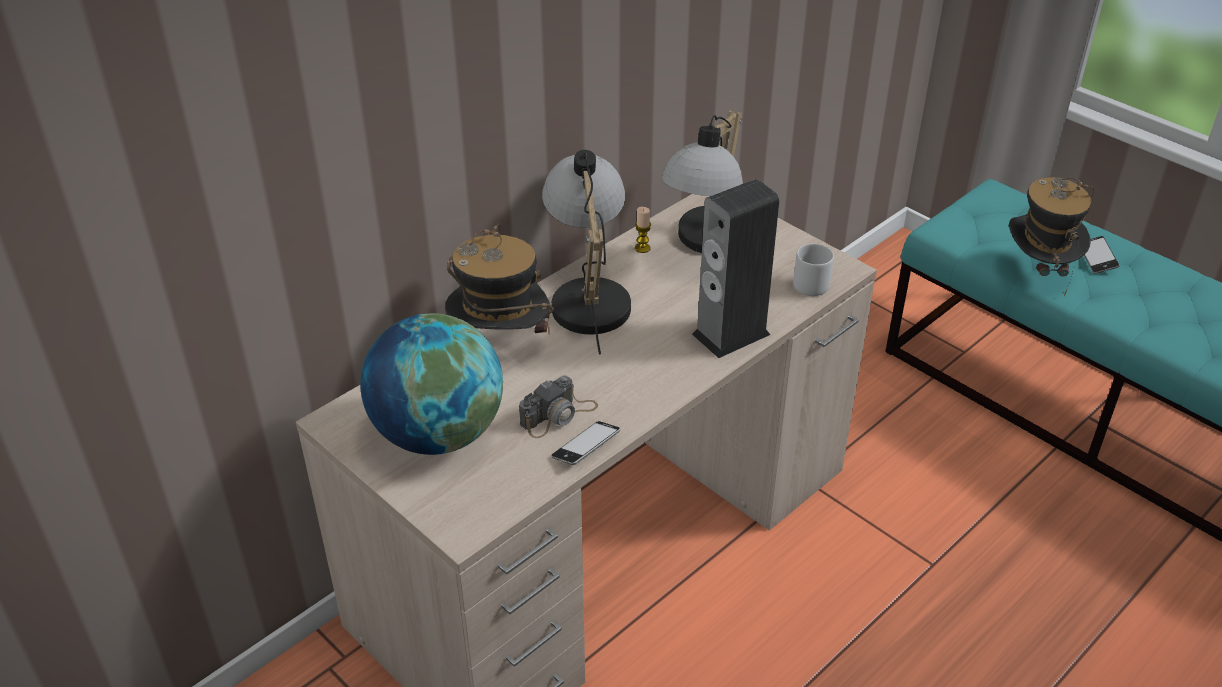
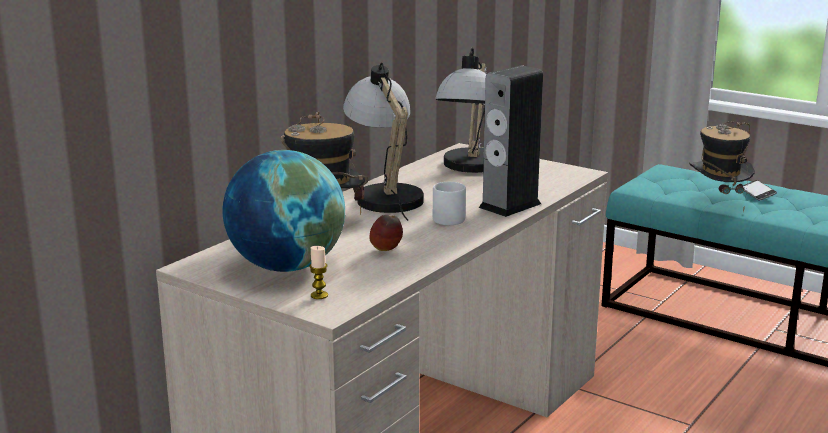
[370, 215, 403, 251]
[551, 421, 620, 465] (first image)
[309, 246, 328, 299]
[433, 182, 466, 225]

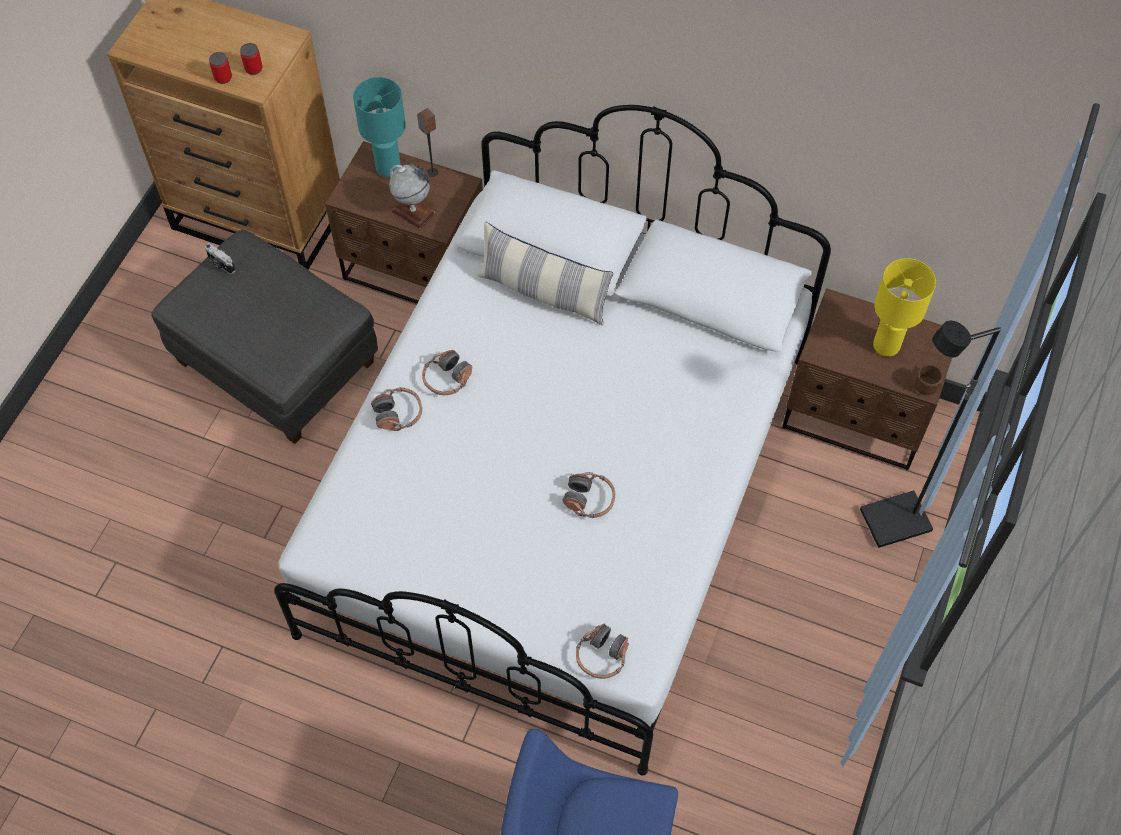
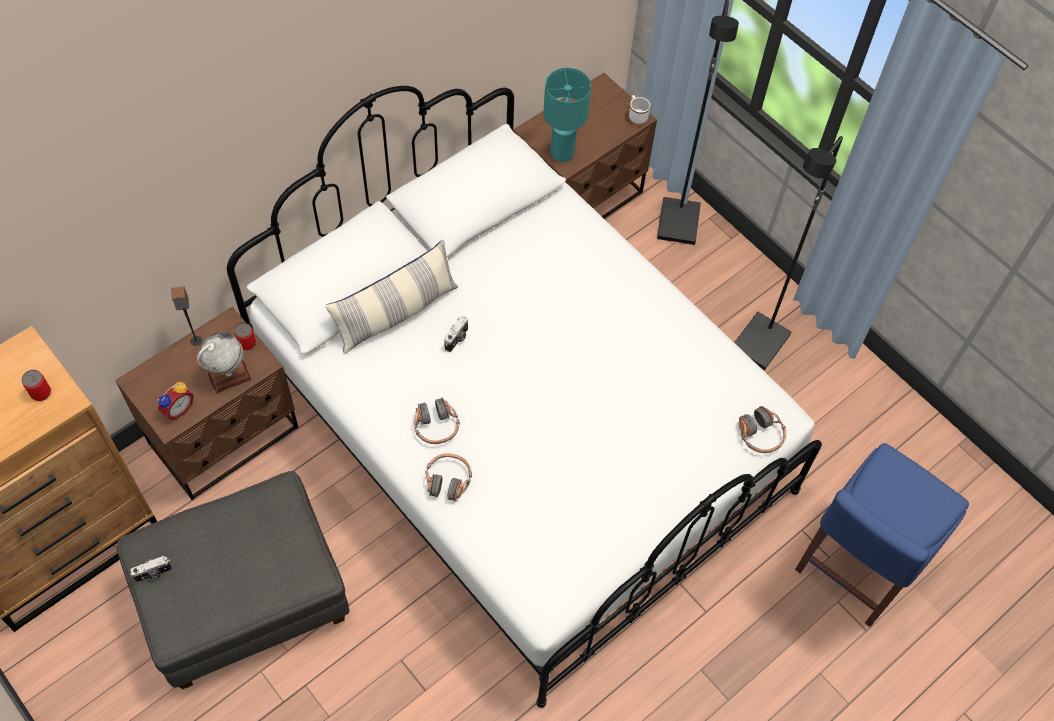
[235, 323, 256, 350]
[543, 68, 591, 162]
[562, 472, 615, 518] (first image)
[873, 258, 936, 357] (first image)
[629, 95, 650, 124]
[158, 382, 194, 420]
[444, 316, 468, 352]
[734, 136, 843, 370]

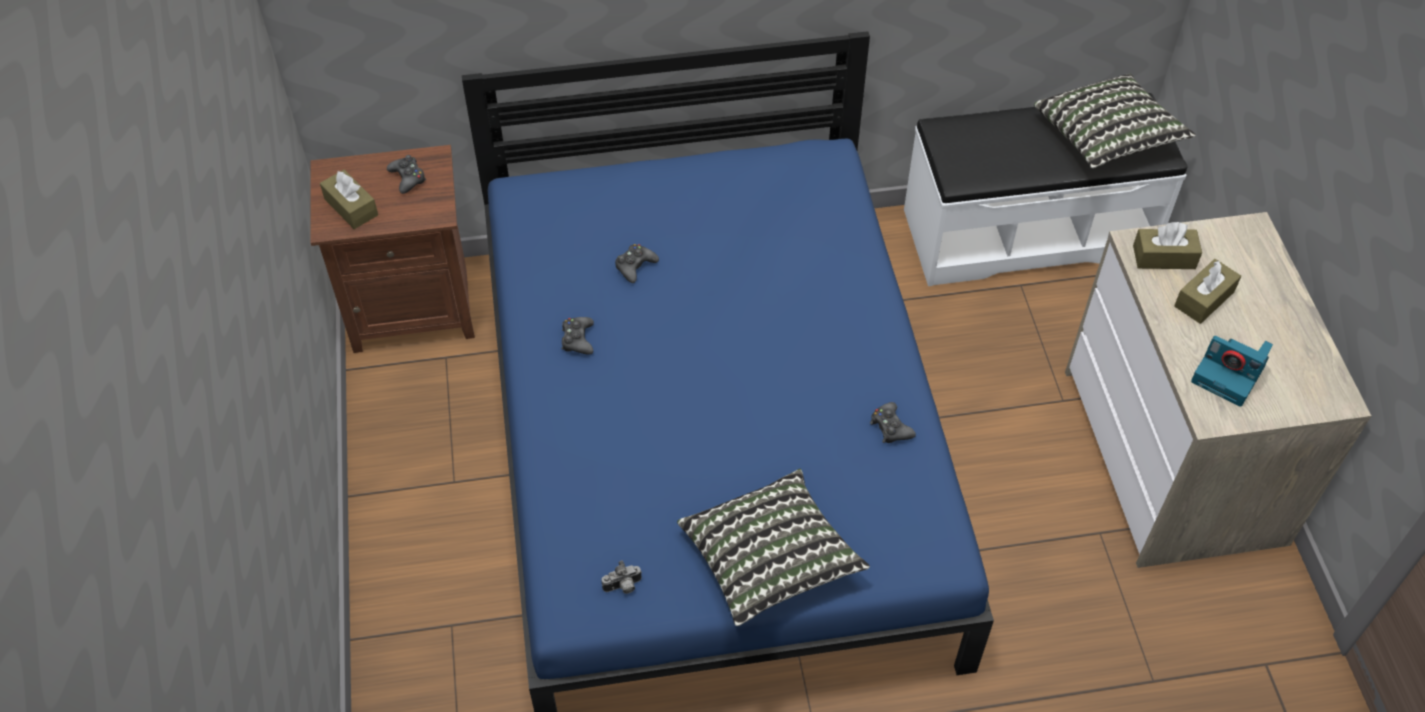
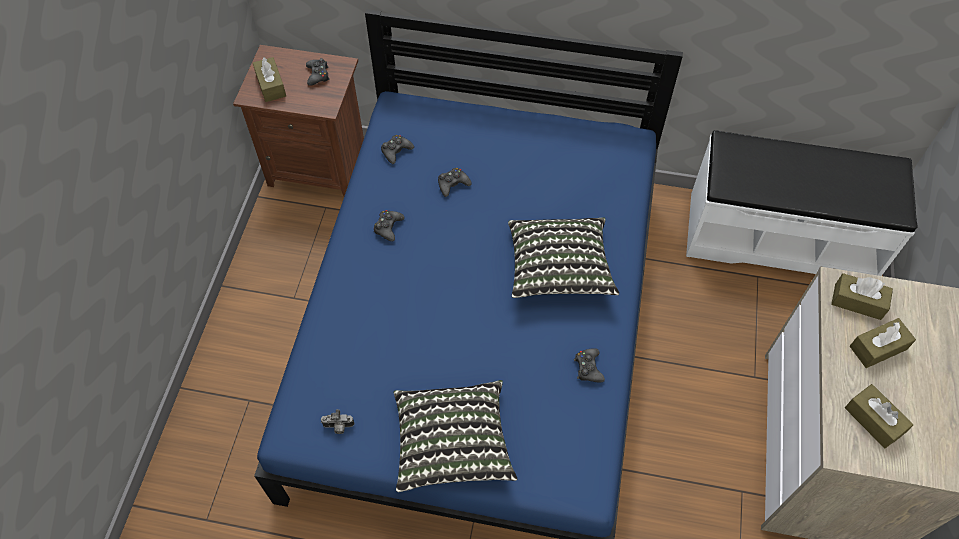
[508, 217, 619, 298]
[845, 384, 913, 449]
[381, 135, 414, 164]

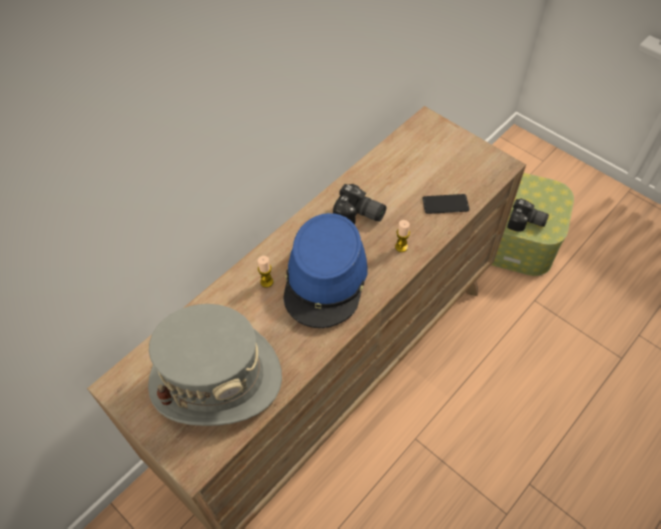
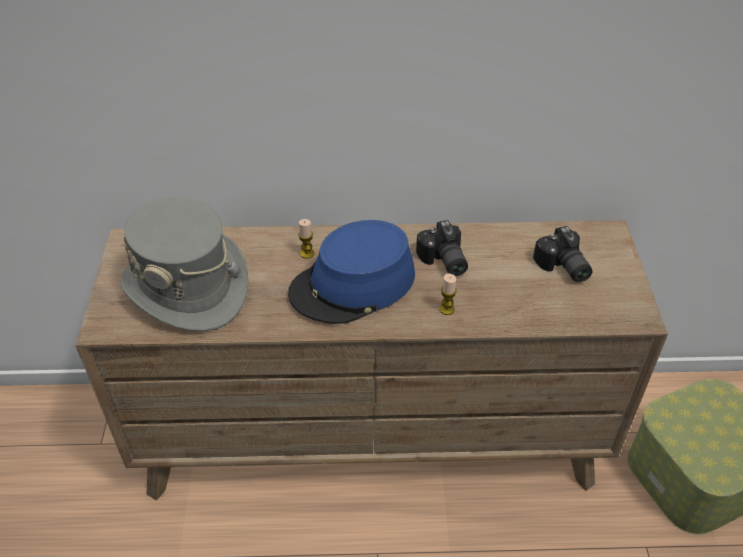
[422, 194, 469, 214] (first image)
[533, 226, 592, 282]

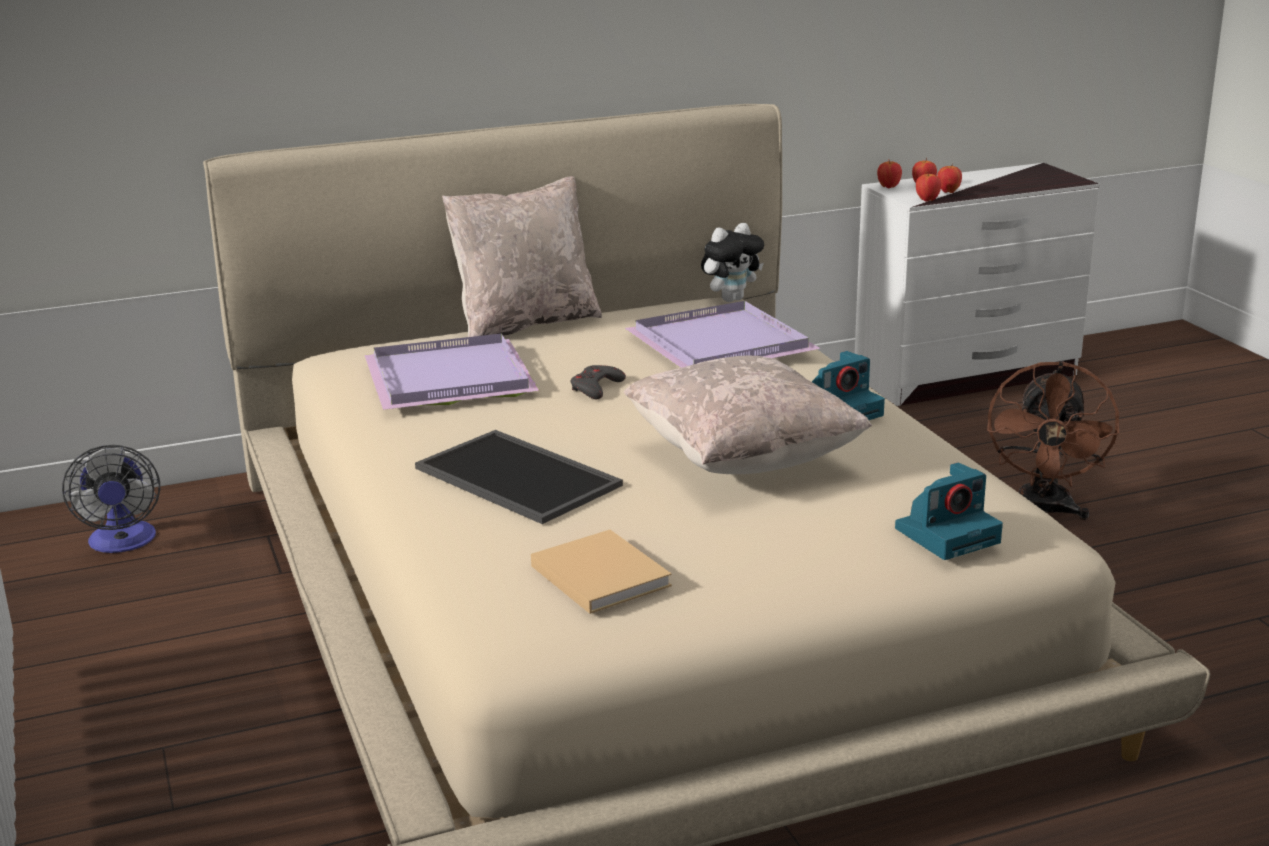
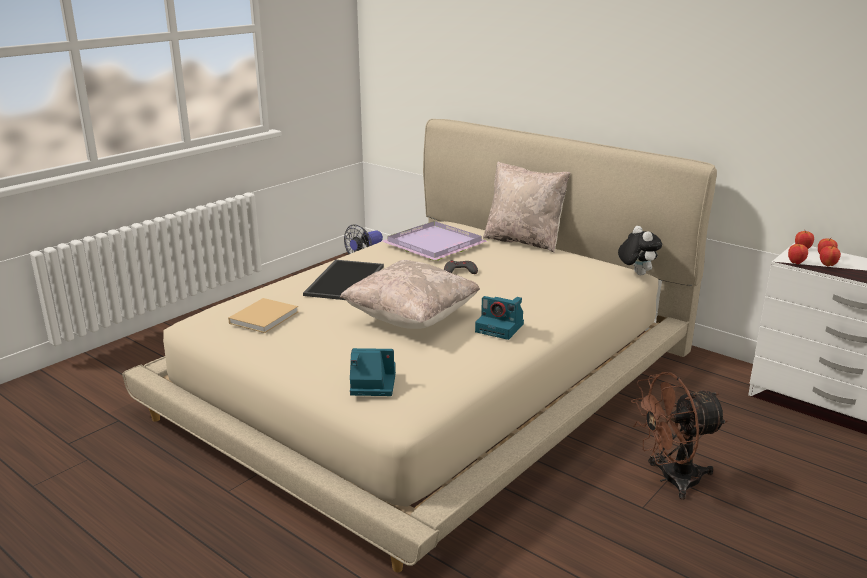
[624, 301, 821, 368] (first image)
[618, 226, 662, 275]
[350, 348, 396, 396]

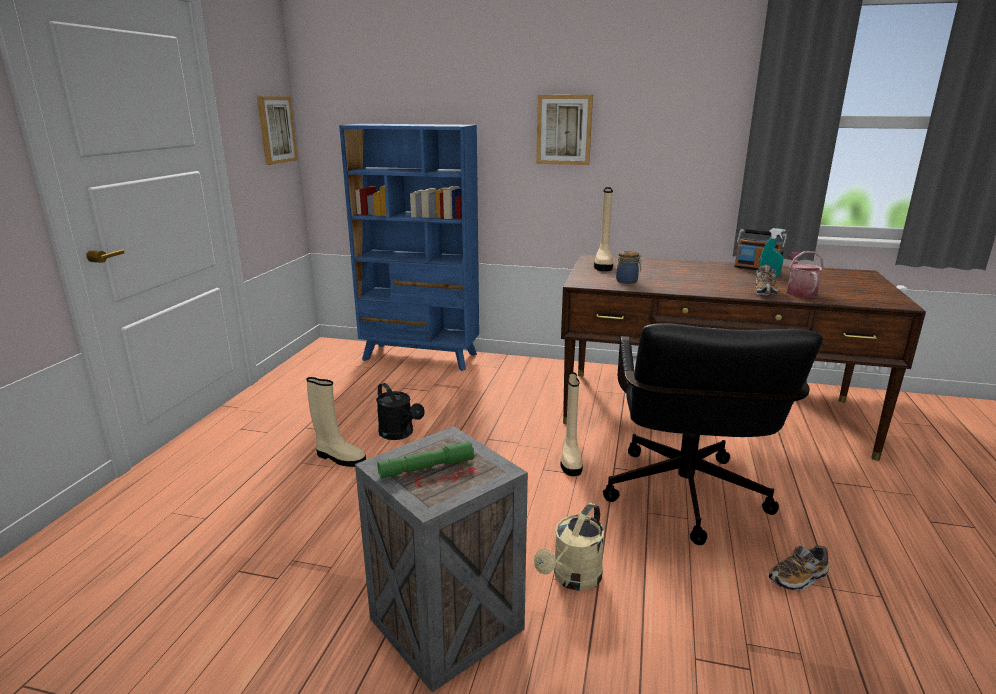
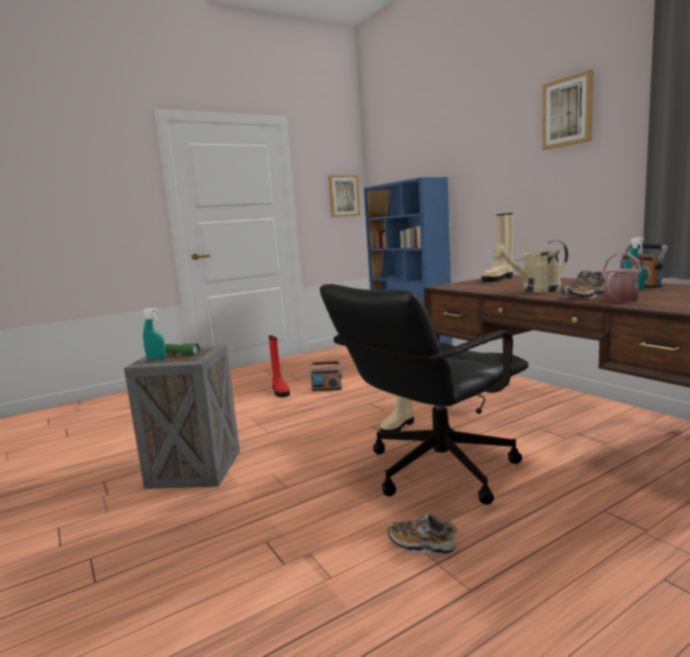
[269, 335, 290, 397]
[309, 361, 342, 391]
[493, 241, 568, 293]
[542, 69, 594, 150]
[616, 251, 642, 284] (first image)
[142, 308, 166, 359]

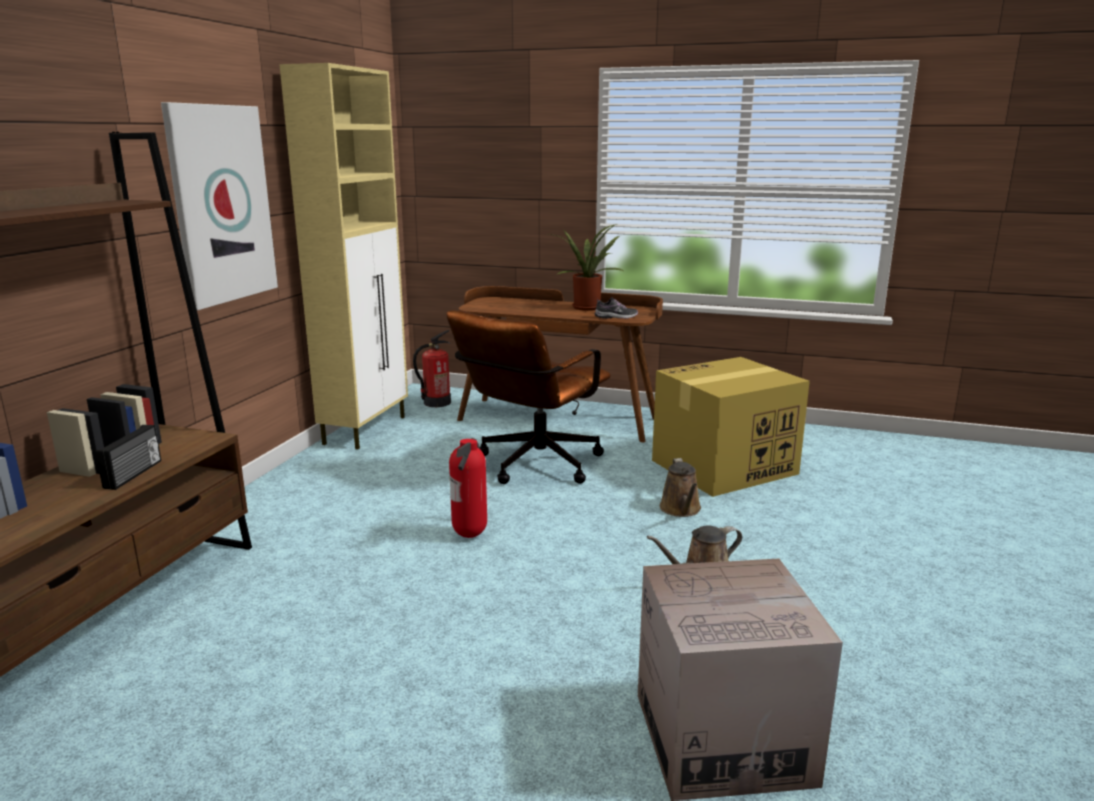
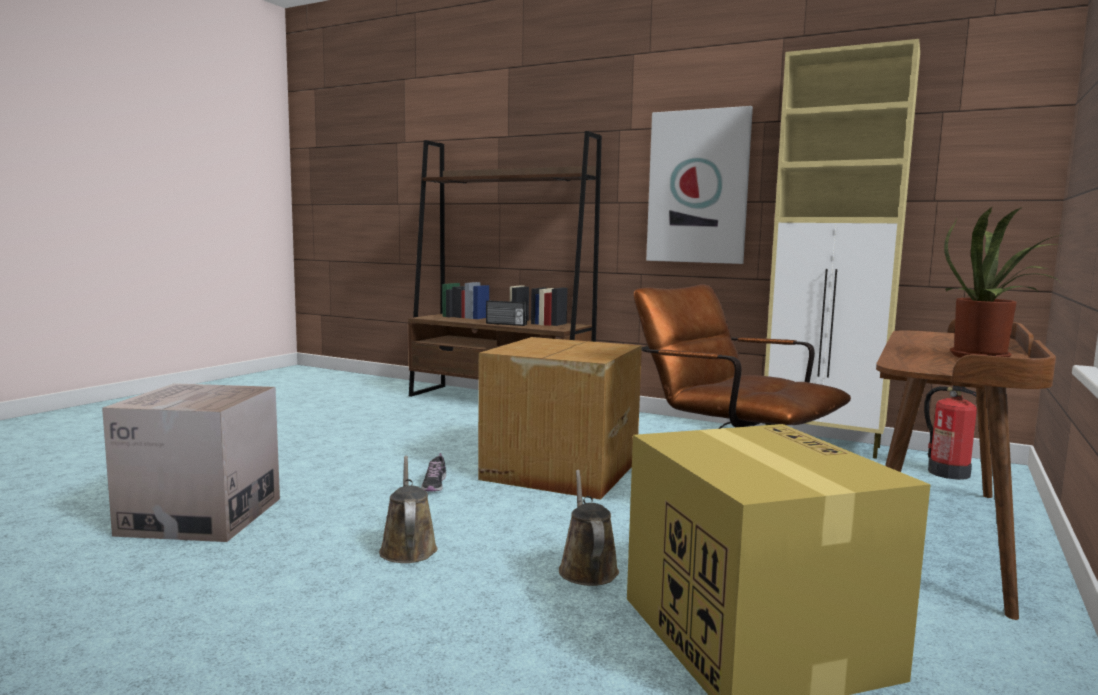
[478, 337, 642, 500]
[421, 453, 446, 492]
[559, 470, 619, 586]

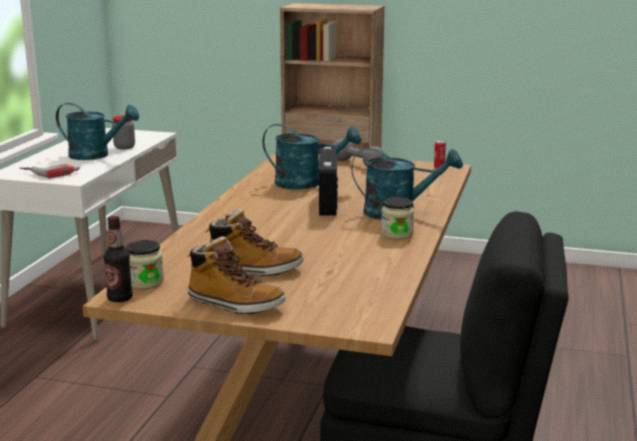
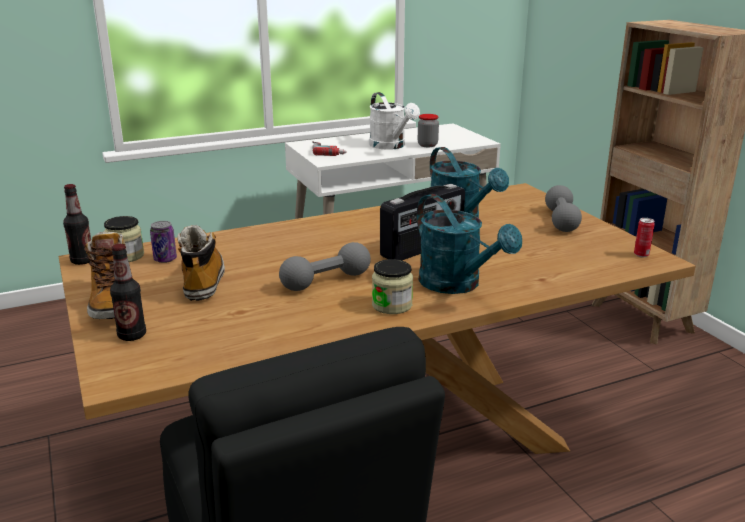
[369, 92, 420, 150]
[177, 225, 225, 301]
[110, 244, 146, 341]
[150, 221, 177, 263]
[279, 242, 371, 291]

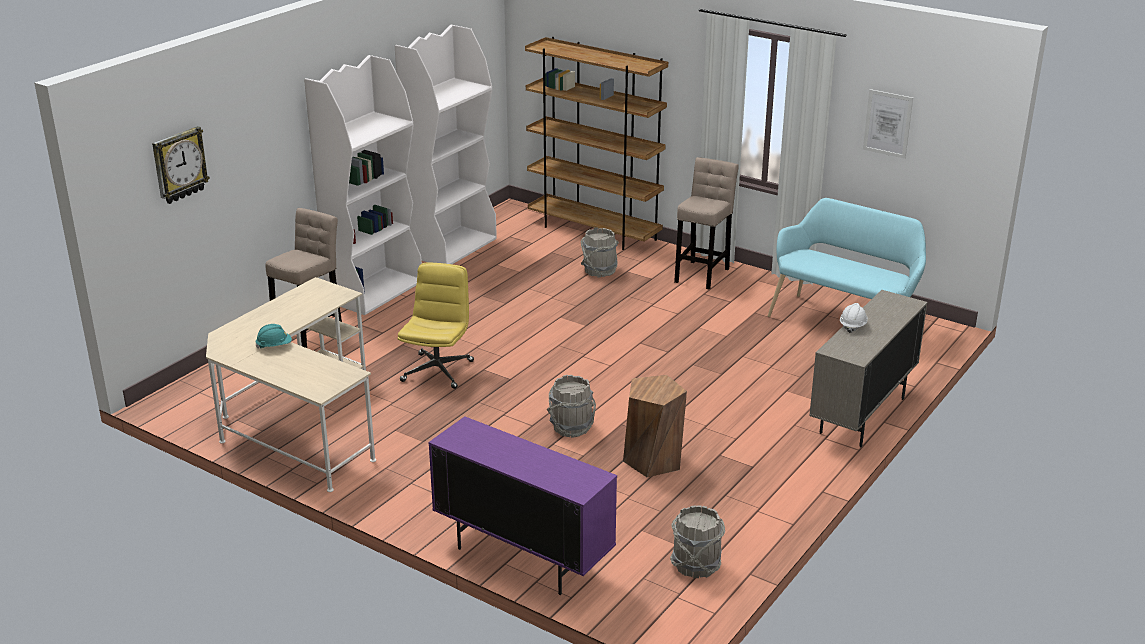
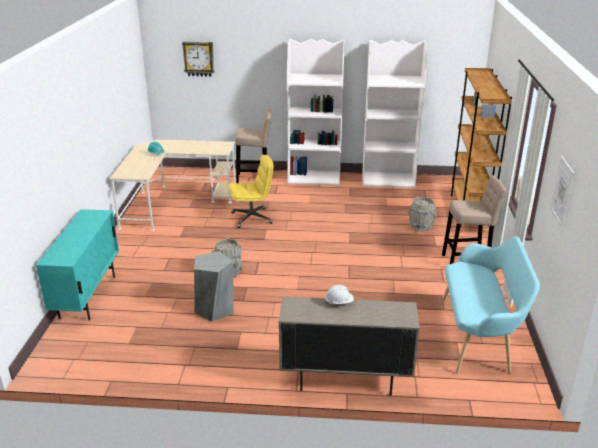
[36, 209, 119, 321]
[194, 251, 234, 322]
[670, 506, 725, 578] (first image)

